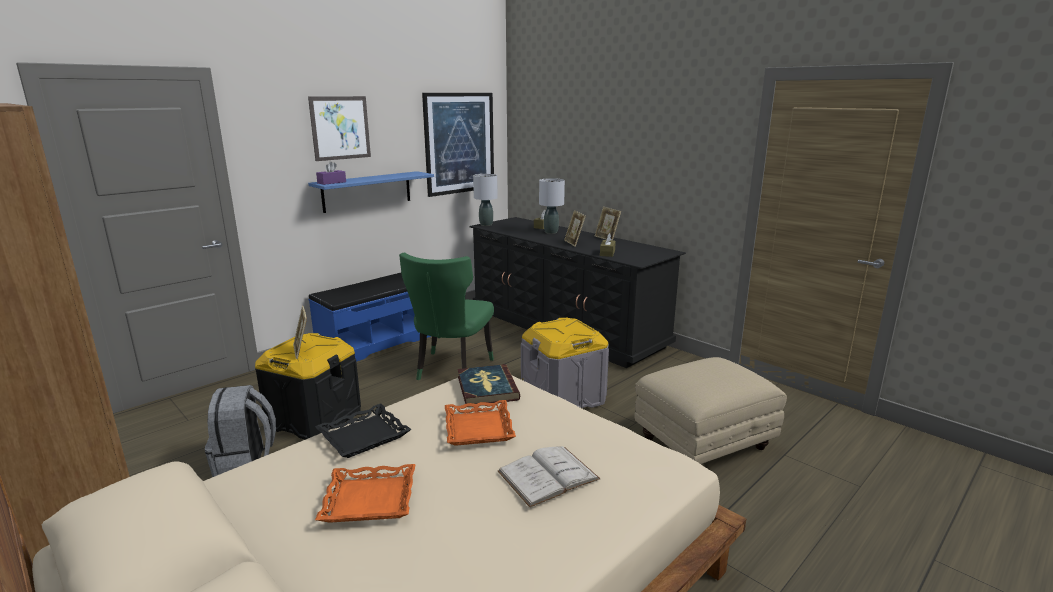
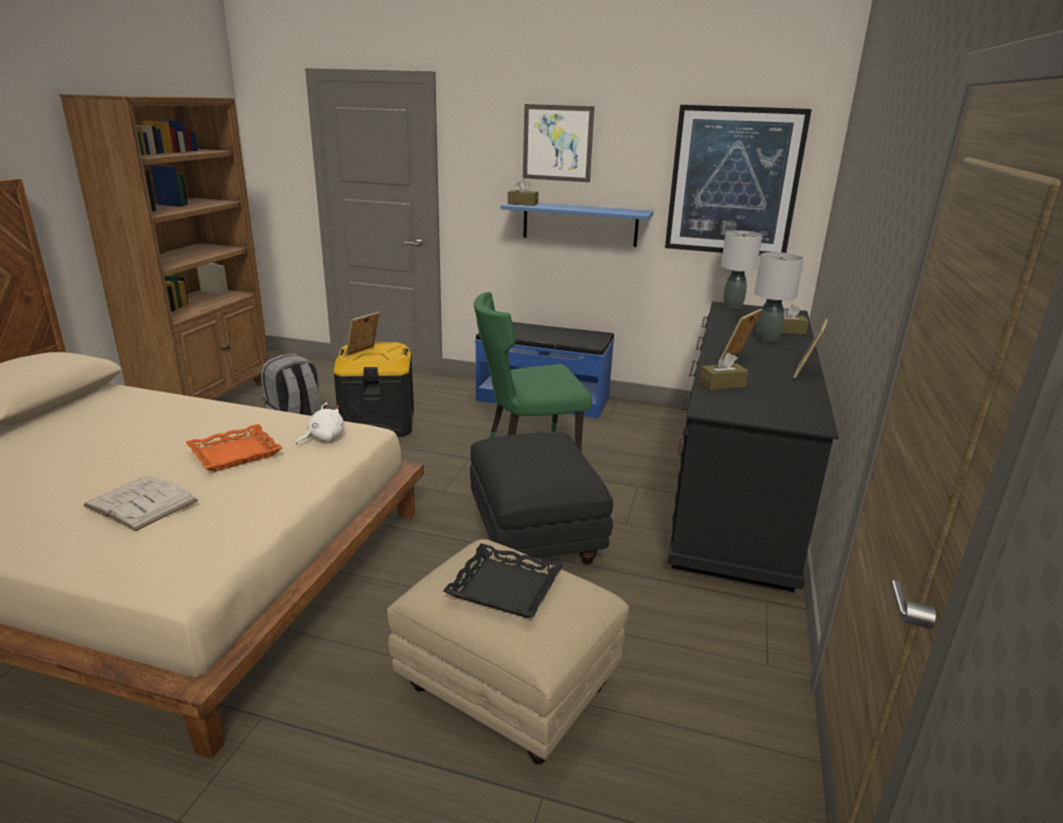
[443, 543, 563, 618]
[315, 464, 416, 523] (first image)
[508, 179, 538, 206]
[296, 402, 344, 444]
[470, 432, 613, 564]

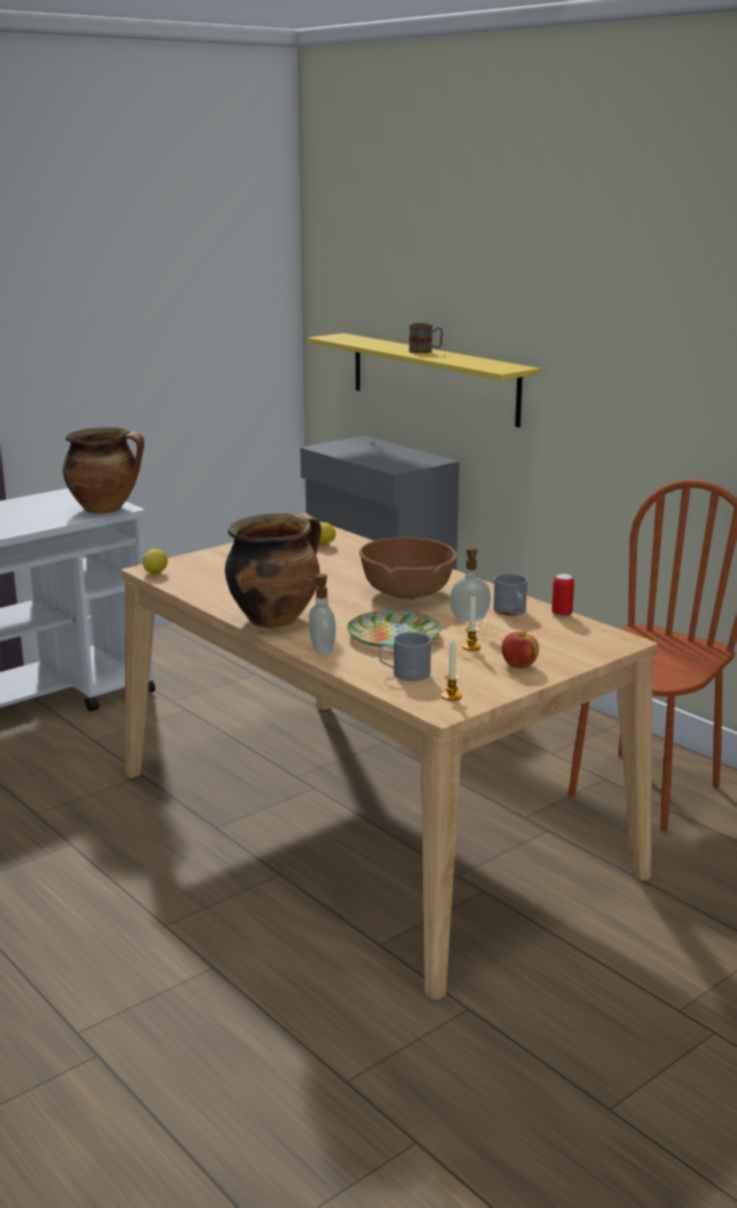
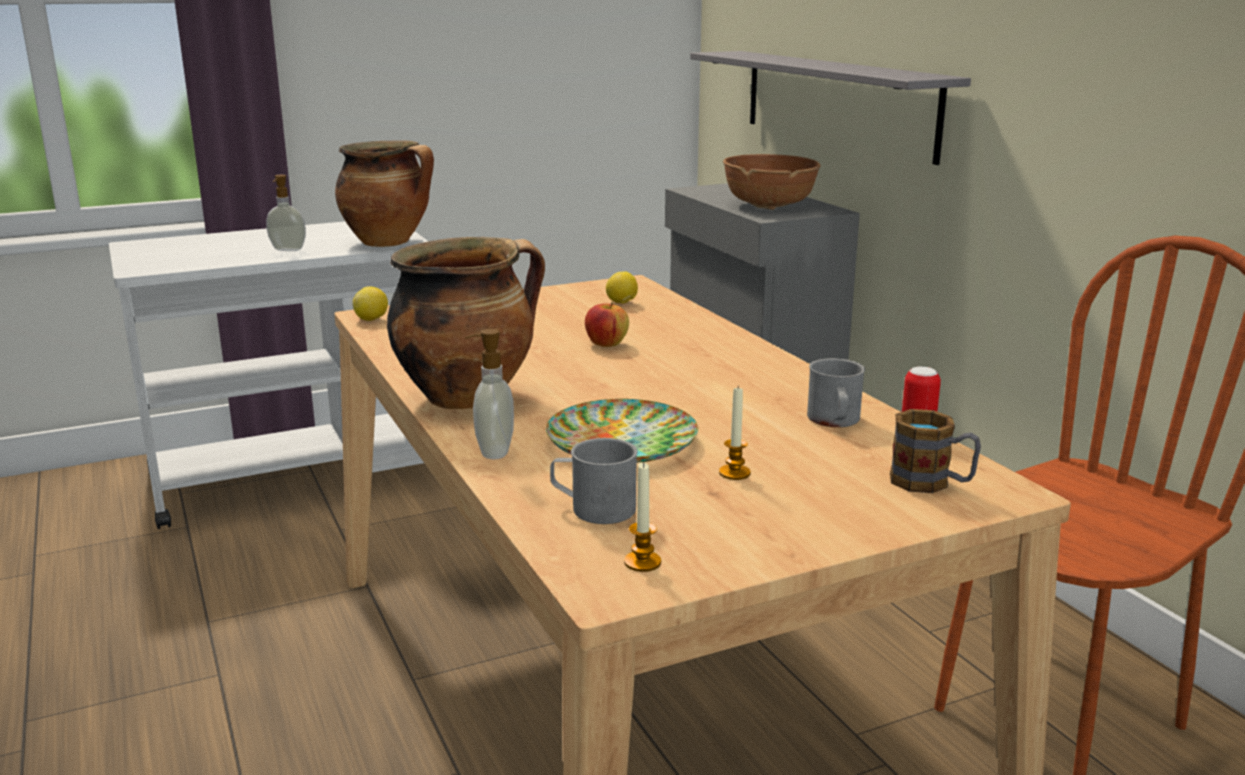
[690, 51, 971, 165]
[723, 154, 820, 210]
[890, 409, 981, 493]
[266, 175, 306, 251]
[585, 302, 629, 347]

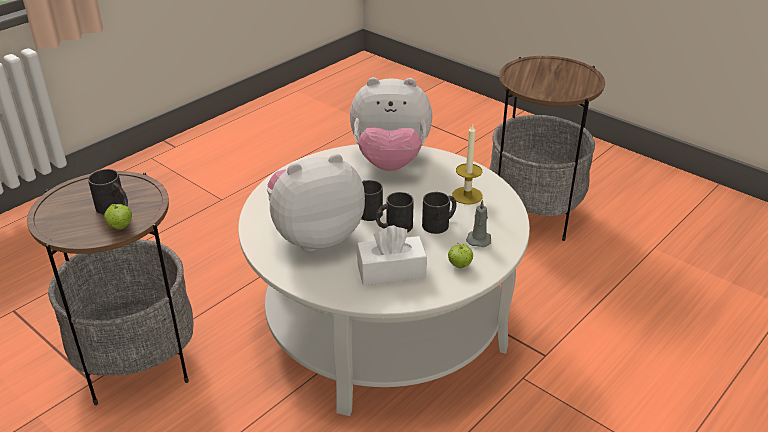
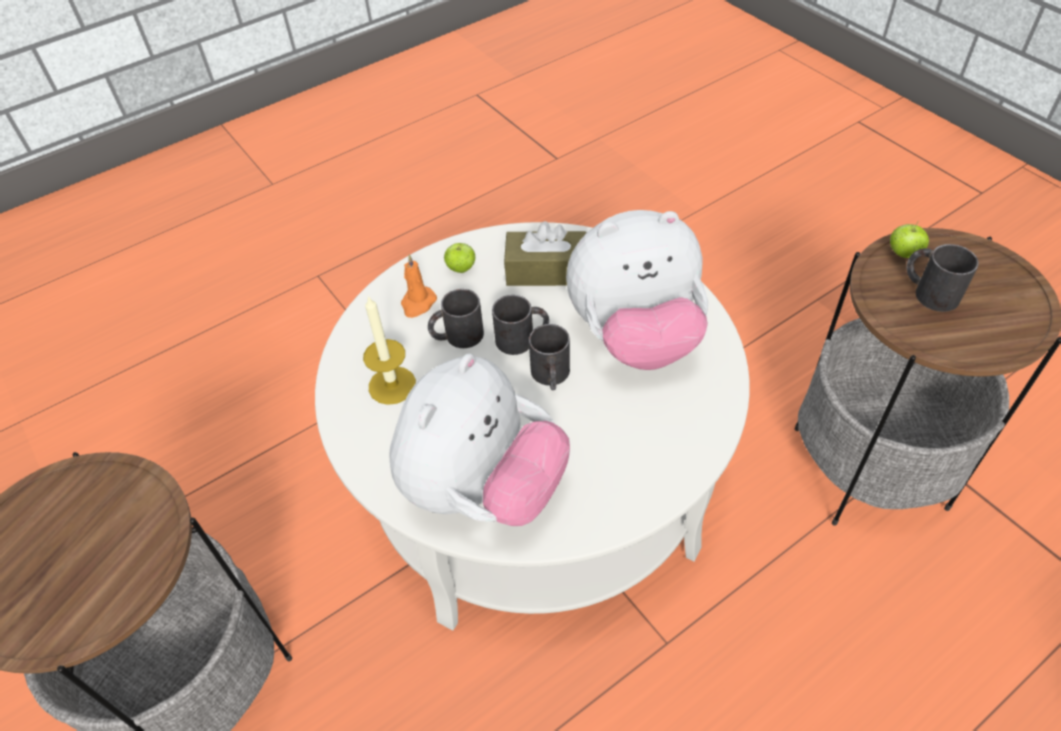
[389, 353, 570, 526]
[504, 221, 586, 286]
[401, 254, 437, 318]

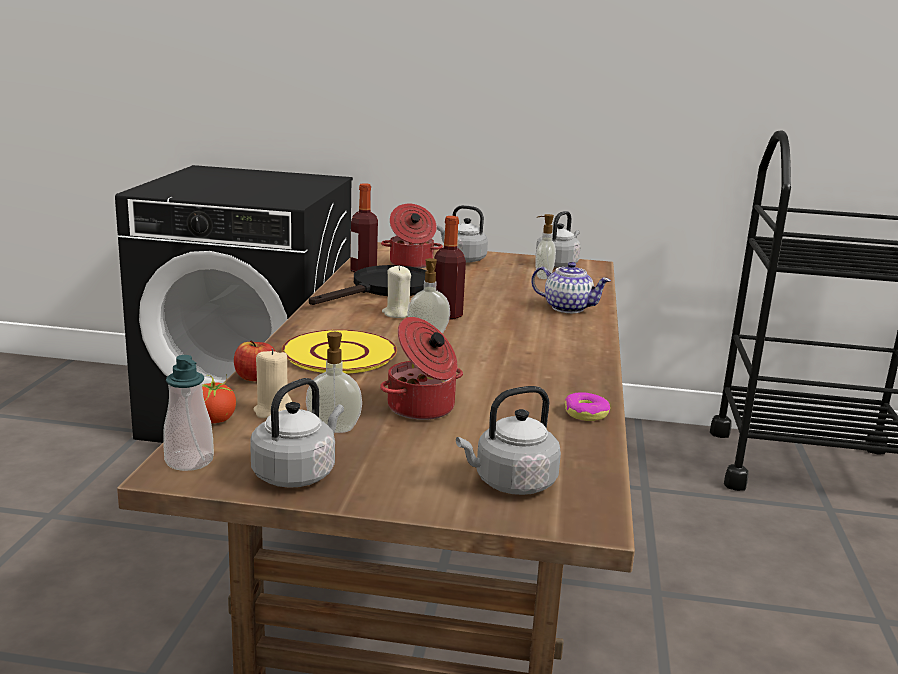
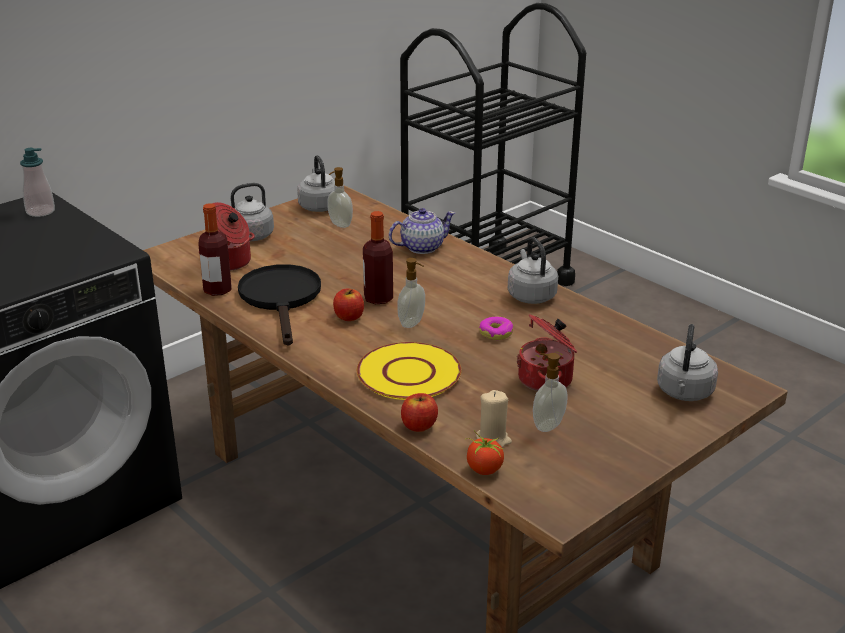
[20, 148, 55, 217]
[508, 237, 558, 304]
[333, 288, 364, 321]
[479, 317, 513, 340]

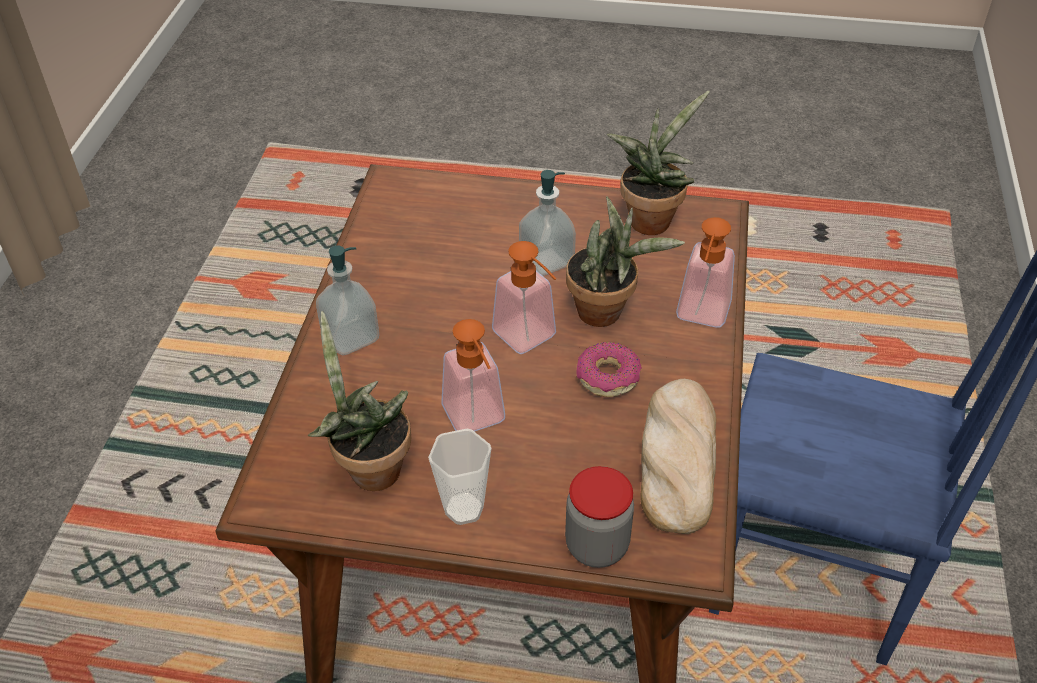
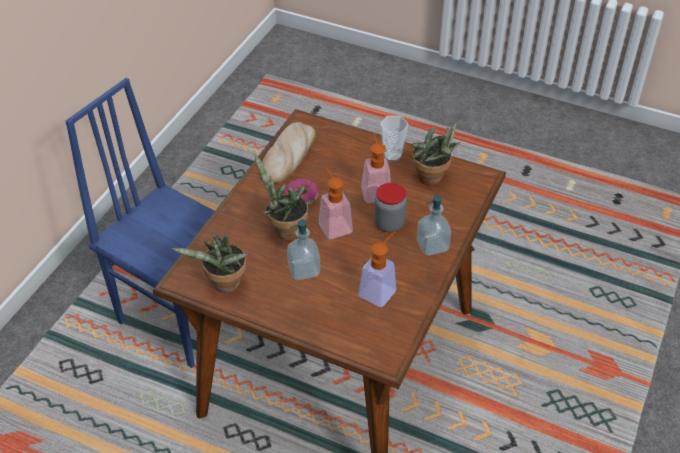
[374, 183, 407, 232]
[358, 231, 396, 307]

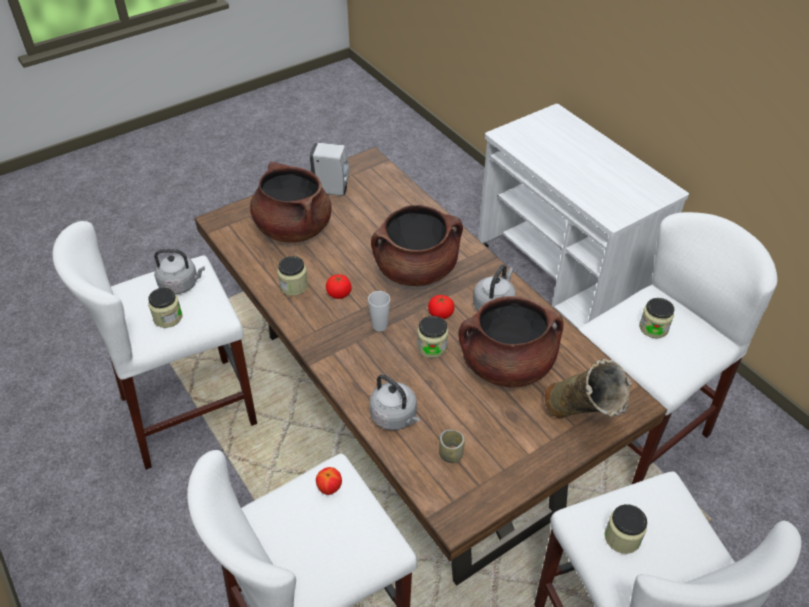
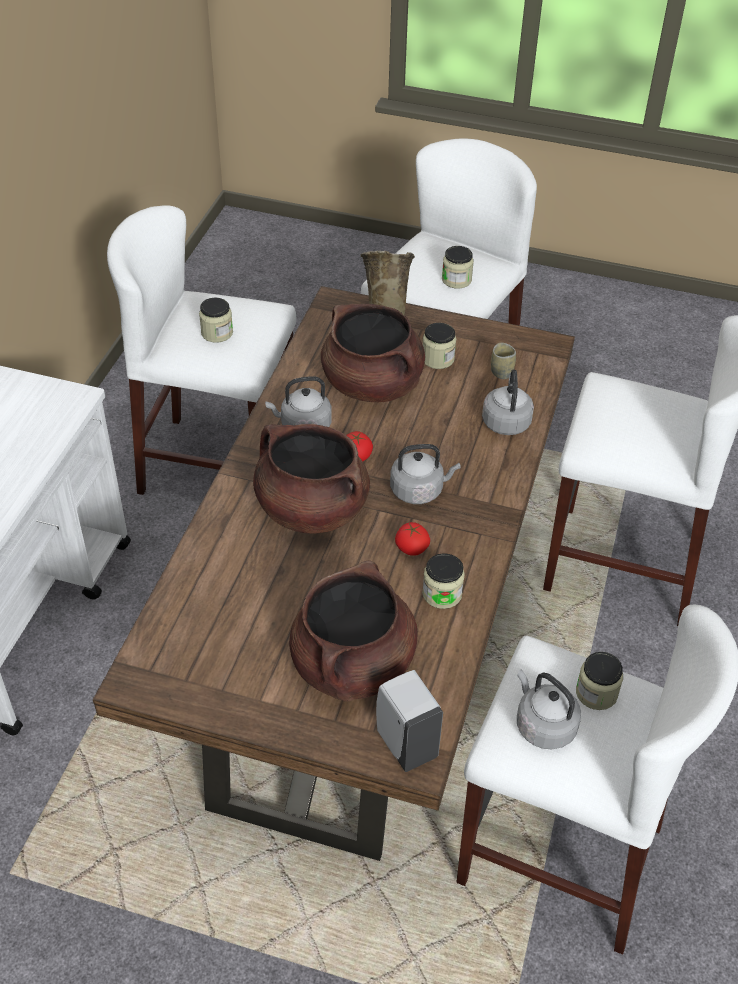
[376, 670, 443, 772]
[316, 467, 342, 495] (first image)
[390, 444, 461, 504]
[423, 323, 456, 369]

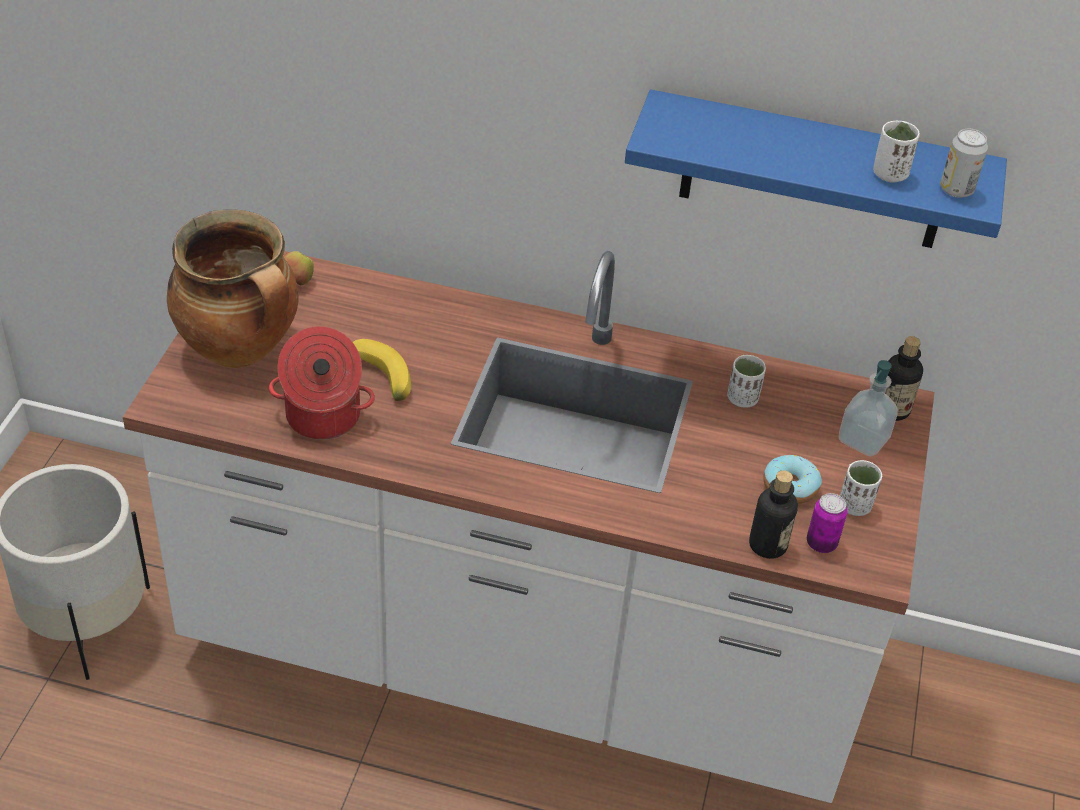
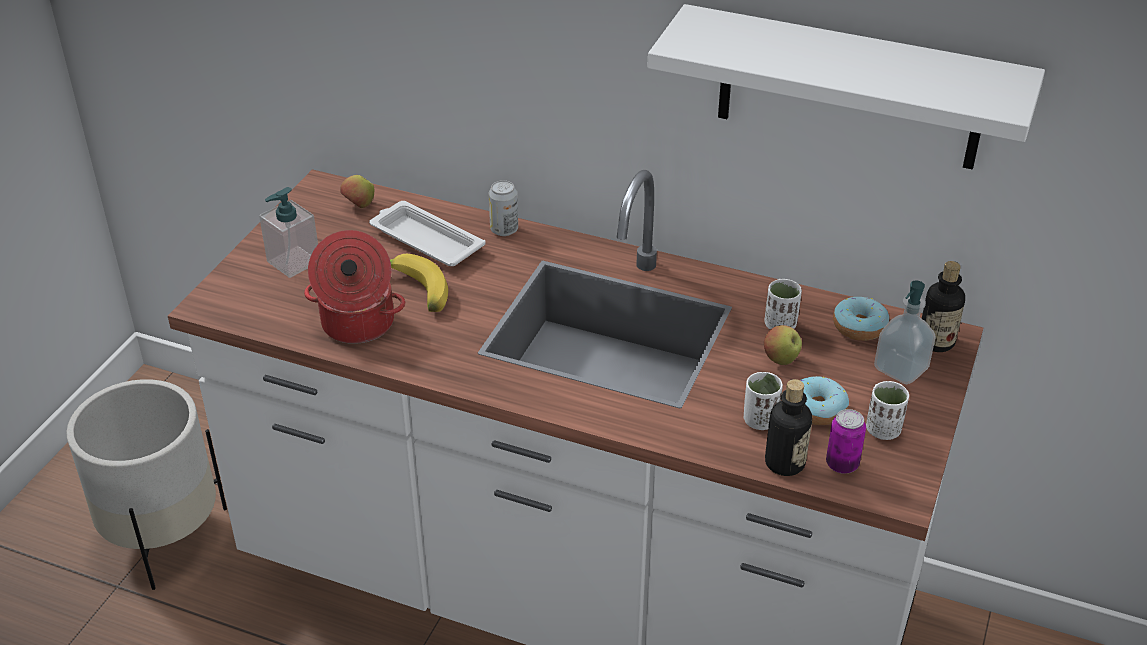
[259, 187, 318, 278]
[647, 4, 1045, 170]
[744, 372, 783, 430]
[489, 180, 518, 236]
[369, 201, 486, 266]
[764, 325, 802, 365]
[833, 297, 889, 341]

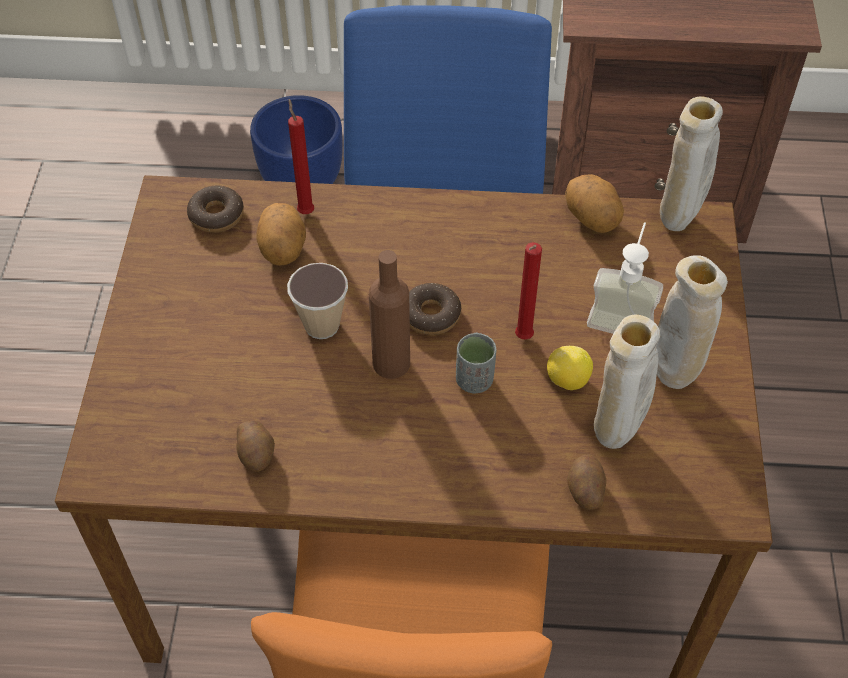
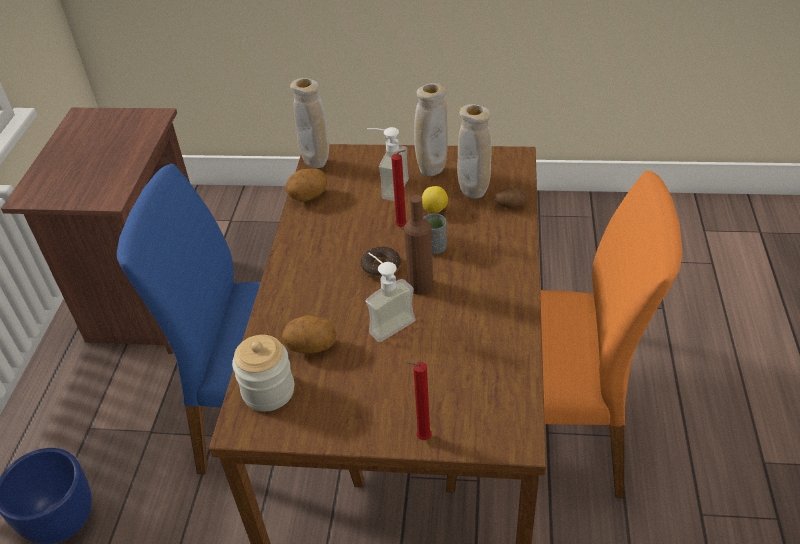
[232, 335, 294, 412]
[236, 420, 275, 472] (first image)
[365, 253, 416, 342]
[406, 361, 432, 440]

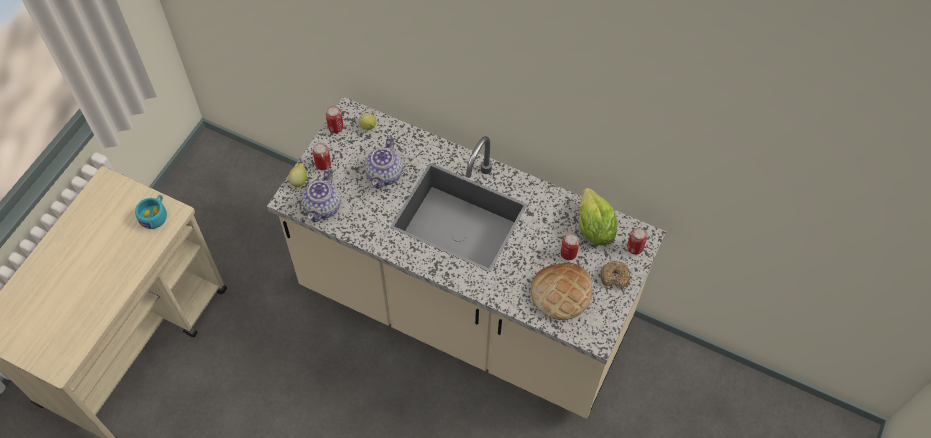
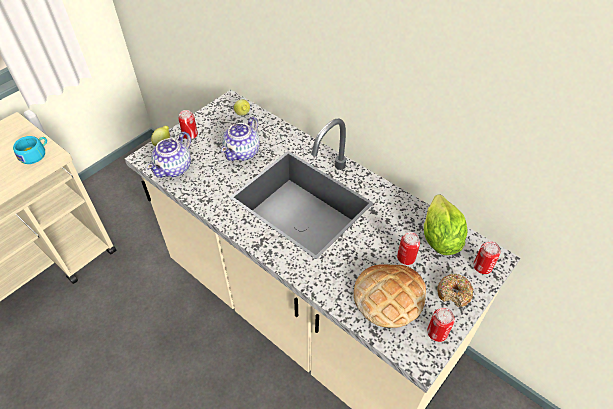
[427, 307, 455, 342]

